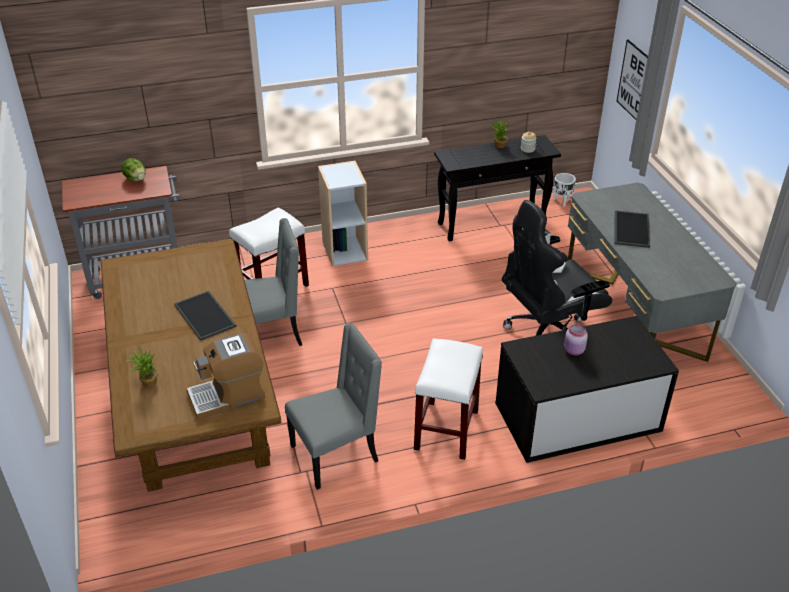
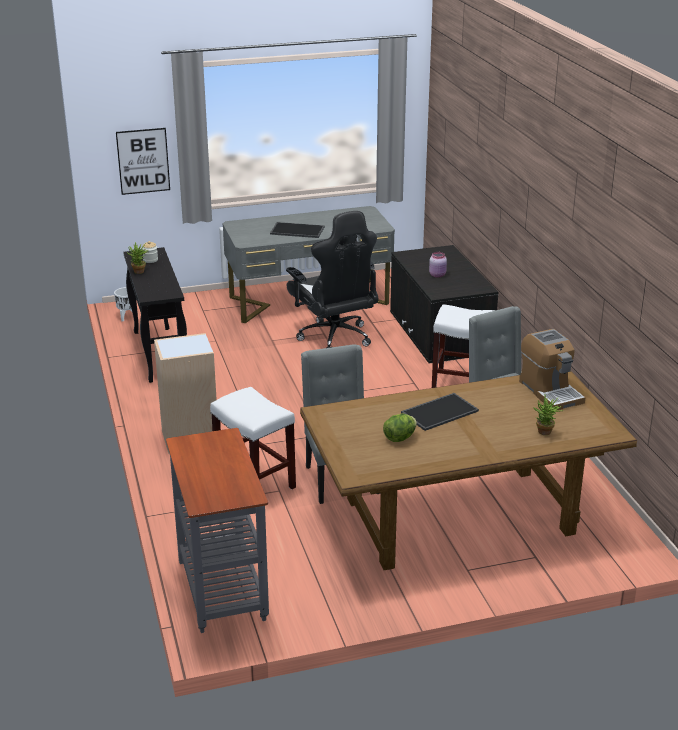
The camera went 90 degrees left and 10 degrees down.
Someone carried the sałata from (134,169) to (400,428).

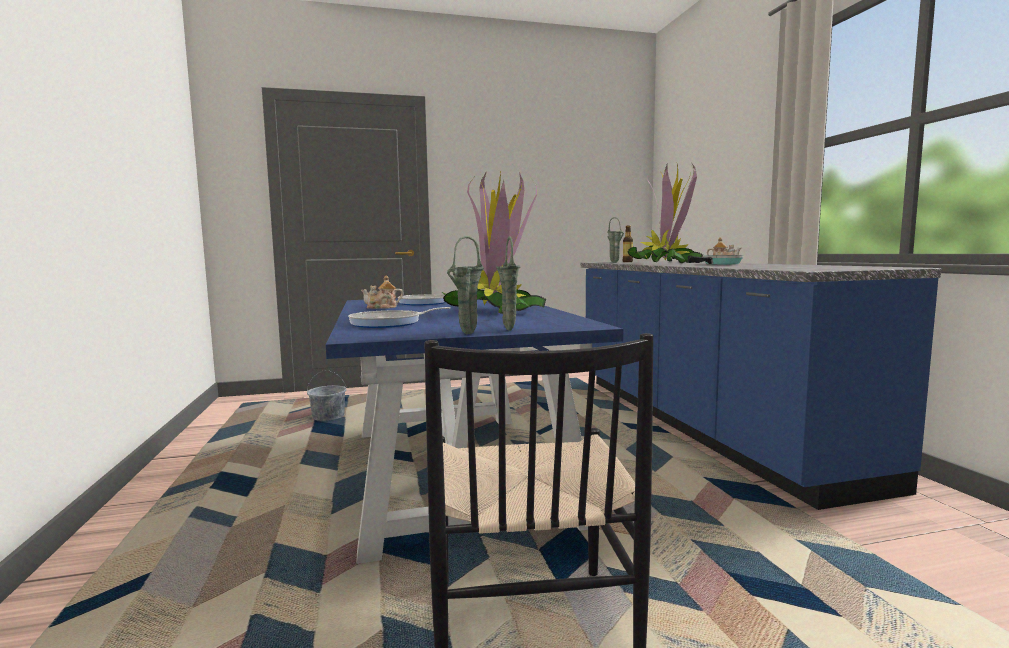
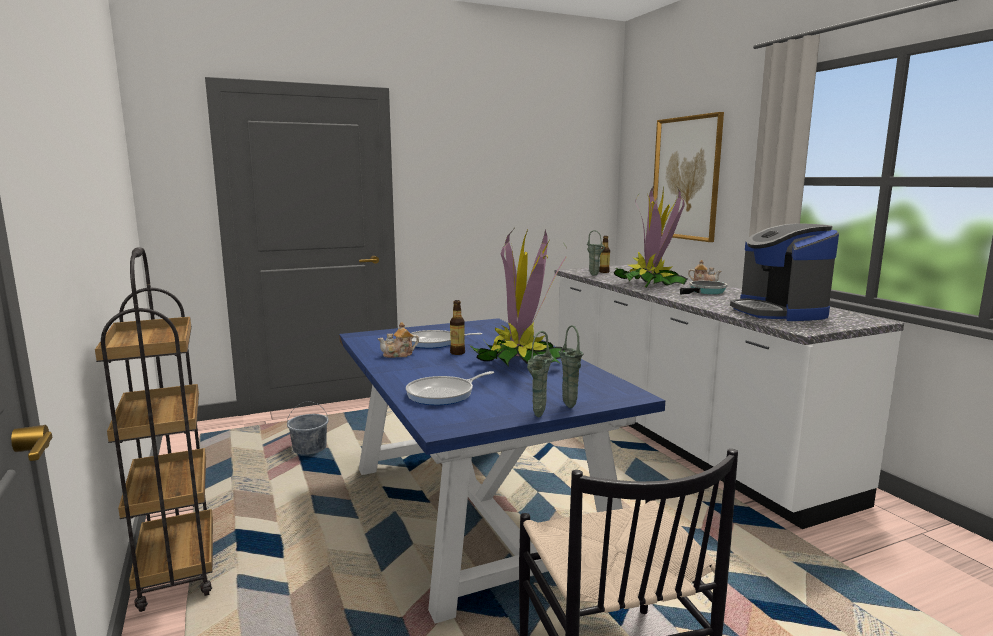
The camera went 10 degrees left and 5 degrees up.
Someone repainted the zabudowa kuchenna (niebieski) at (760,385), which became the zabudowa kuchenna (biały) at (729,397).
Someone put up the obraz at (688,177).
Someone put down the ekspres do kawy at (784,272).
Someone put down the wózek (brązowy) at (154,429).
Someone put down the butelka at (457,327).

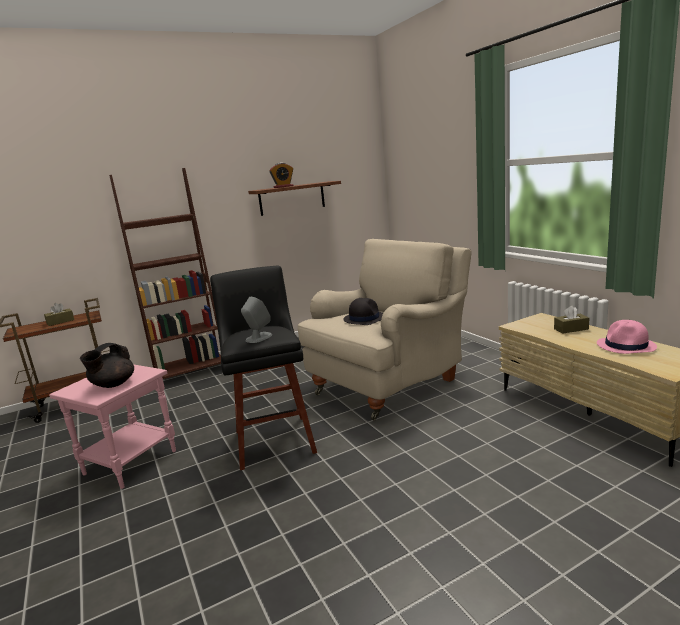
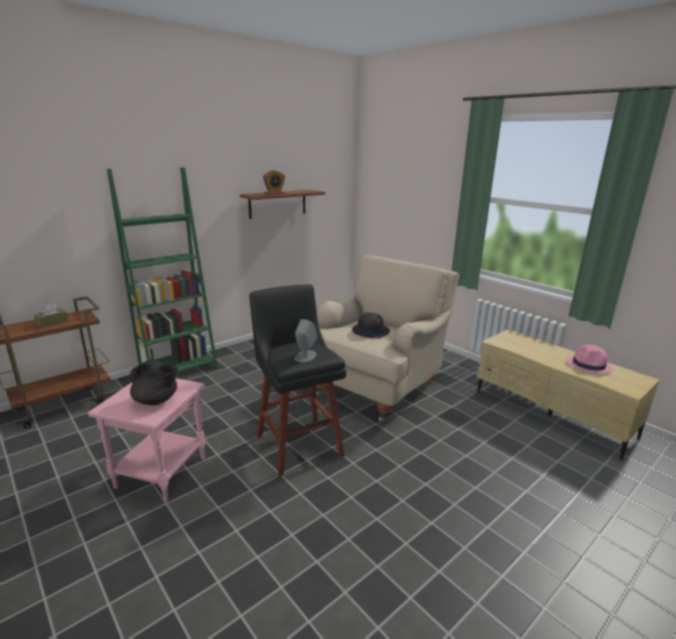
The camera went 15 degrees left and 5 degrees up.
Someone repainted the regał (brązowy) at (165,273), which became the regał (zielony) at (162,270).
Someone took away the pudełko chusteczek (brązowy) at (571,319).
Someone rotated the imbryk (czarny) at (107,365) by 90 degrees counterclockwise.

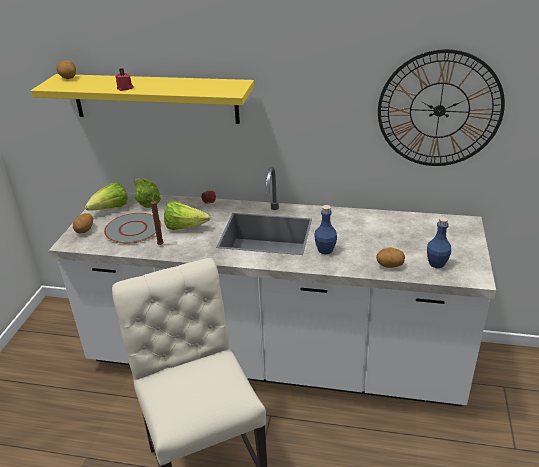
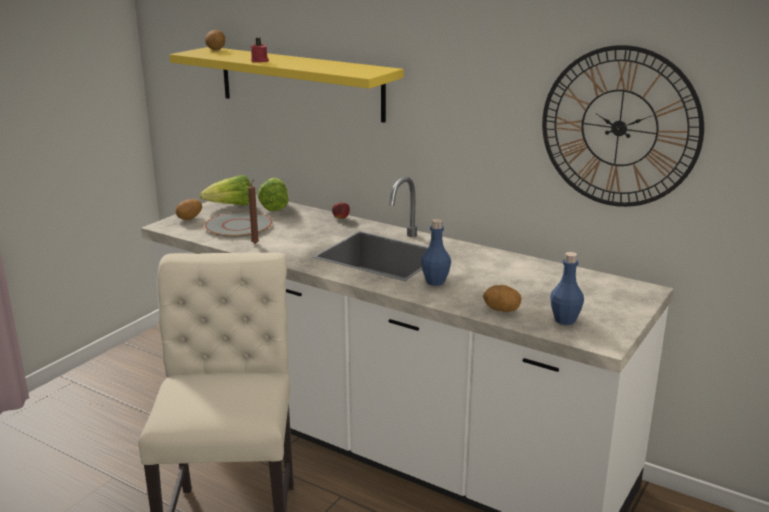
The camera went 20 degrees right and 10 degrees down.
Someone took away the sałata at (187,215).

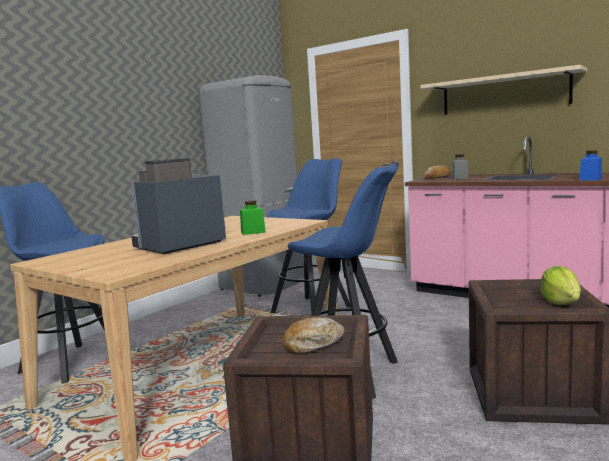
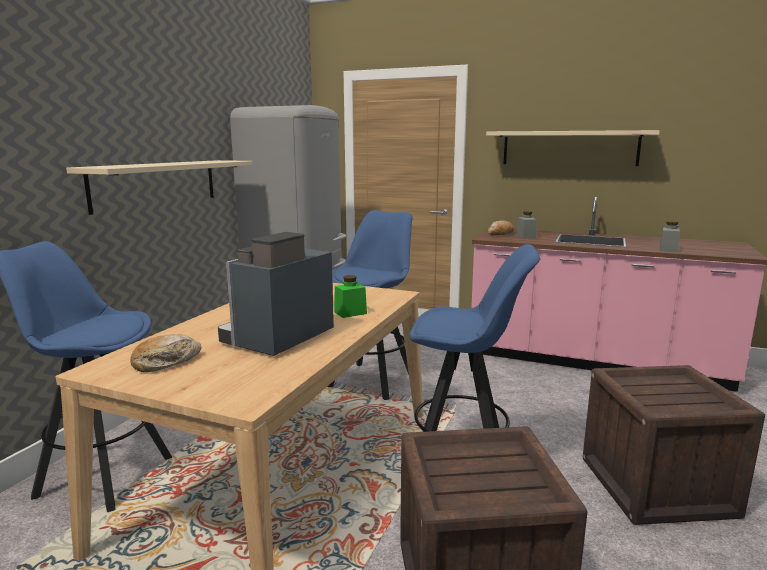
The camera went 15 degrees left and 5 degrees up.
Someone repainted the słoik (niebieski) at (591,165), which became the słoik (szary) at (670,237).
Someone took away the sałata at (560,285).
Someone carried the chleb from (314,335) to (165,353).
Someone put up the półka (beżowy) at (159,187).

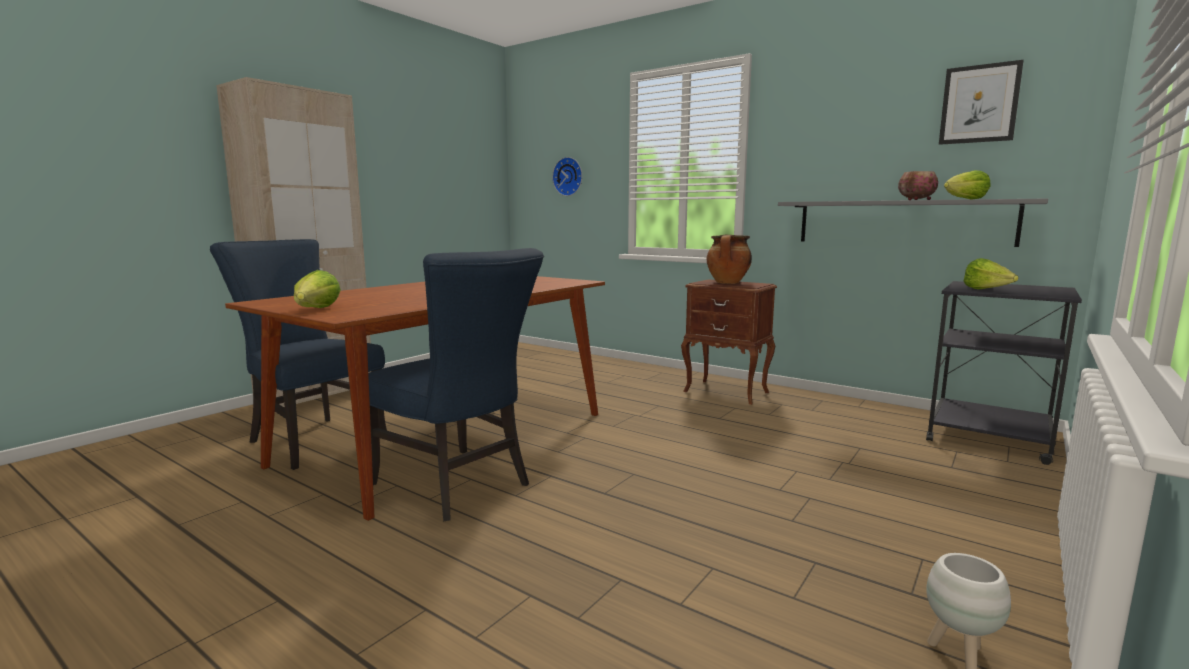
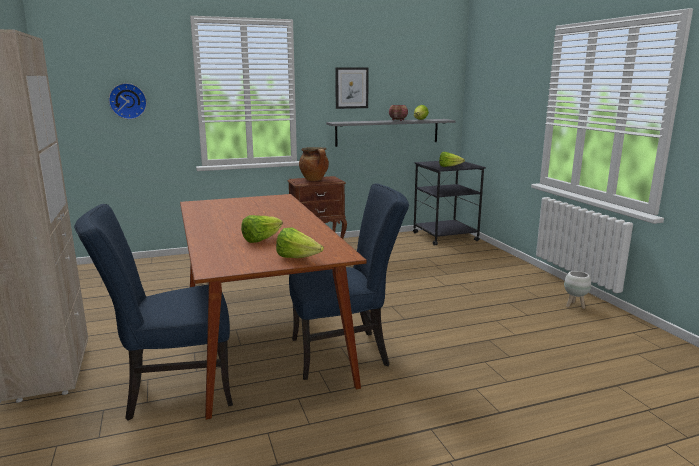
The camera went 55 degrees left and 5 degrees up.
Someone carried the obraz from (981,102) to (352,88).
Someone put down the sałata at (262,229).

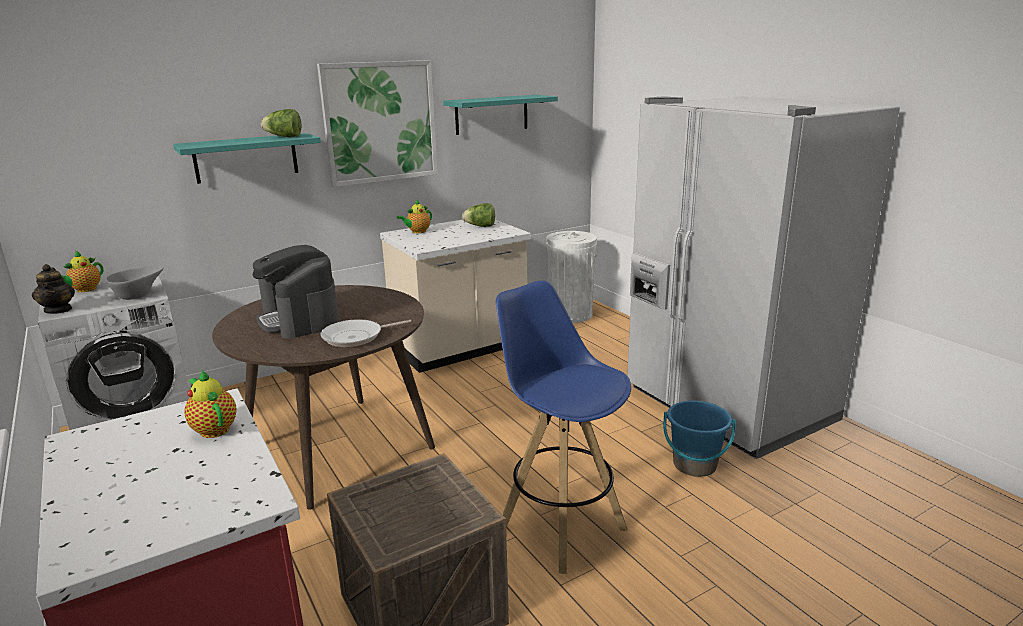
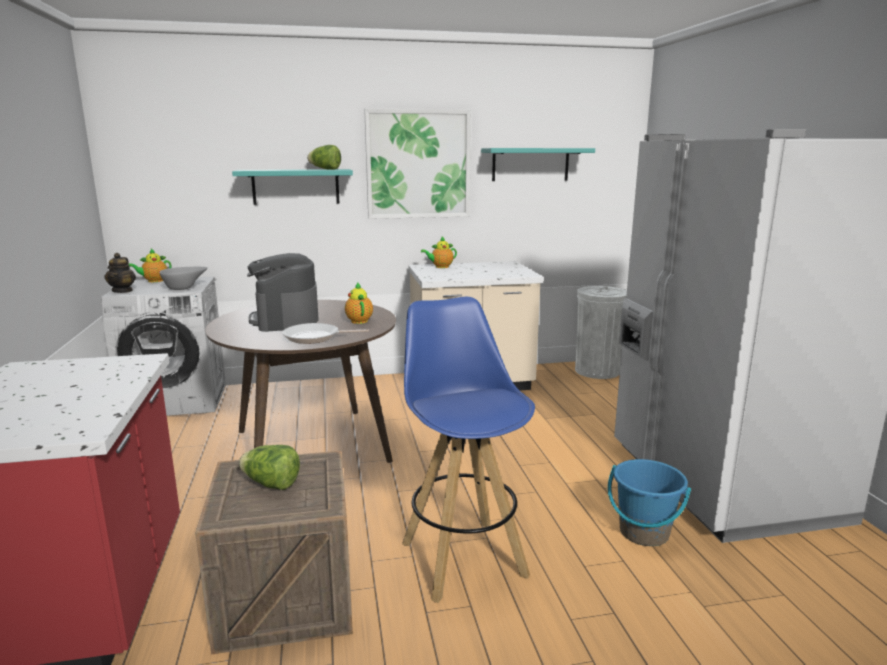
The camera went 20 degrees right and 5 degrees down.
Someone carried the sałata from (478,215) to (269,467).
Someone carried the imbryk from (210,404) to (359,303).

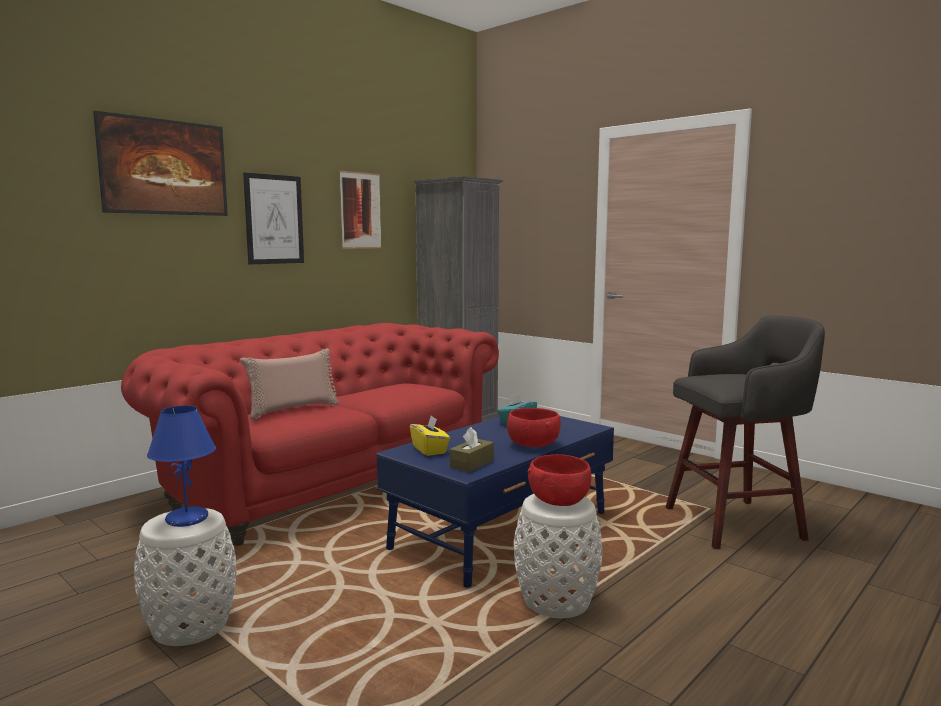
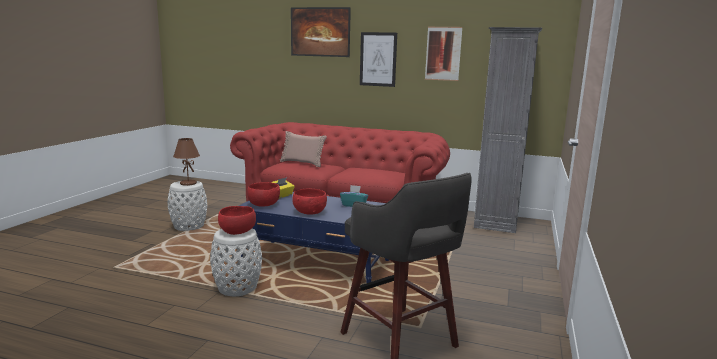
The camera went 65 degrees right and 5 degrees up.
Someone repainted the lampa stołowa (niebieski) at (181,466), which became the lampa stołowa (brązowy) at (186,162).
Someone swapped the pudełko chusteczek (brązowy) at (472,449) for the miska (czerwony) at (263,194).

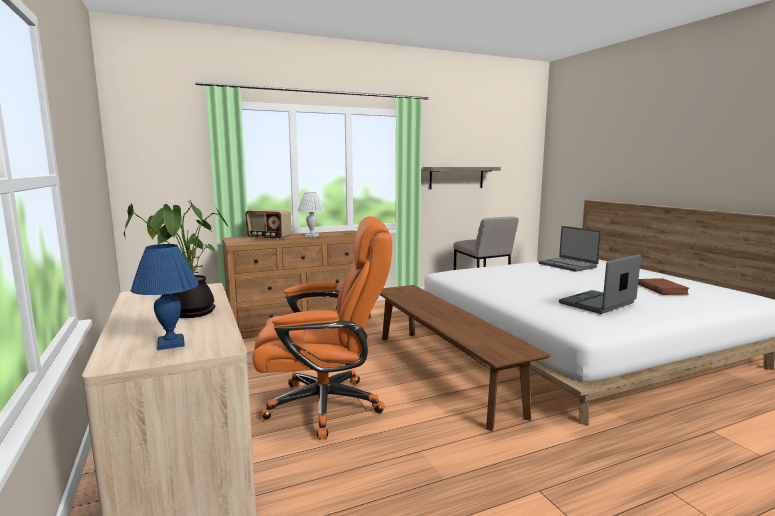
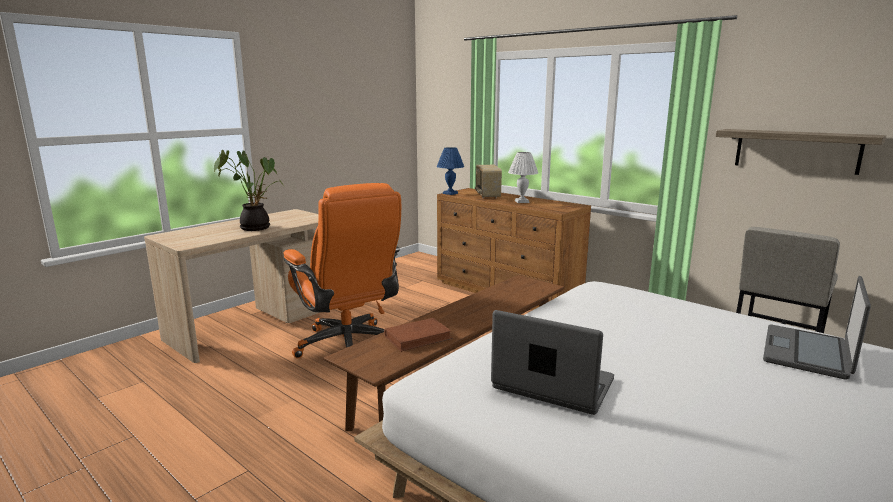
The camera went 65 degrees right and 5 degrees up.
Someone carried the lampa stołowa (niebieski) from (165,297) to (450,171).
Someone carried the książka (brązowy) from (663,286) to (418,335).

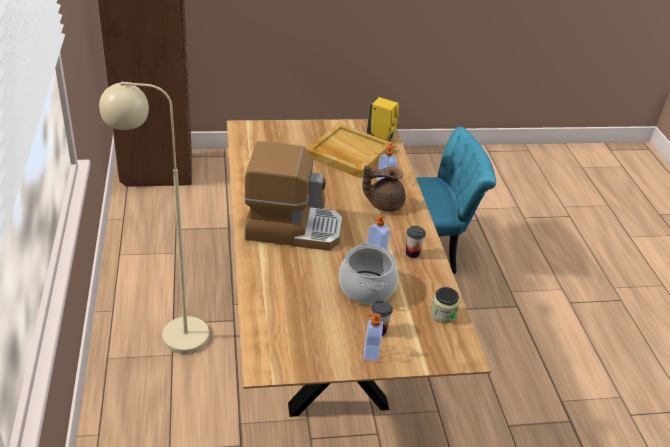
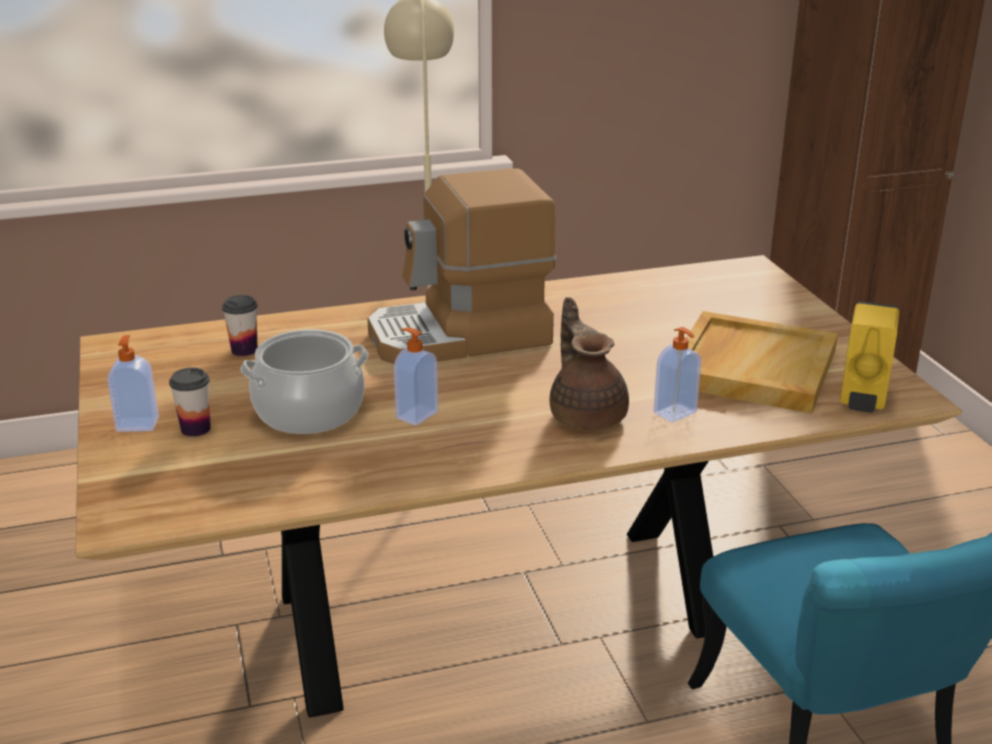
The camera went 85 degrees right and 10 degrees down.
Someone rotated the ekspres do kawy at (293,196) by 75 degrees clockwise.
Someone carried the filiżanka from (416,242) to (239,325).
Someone took away the słoik at (445,305).

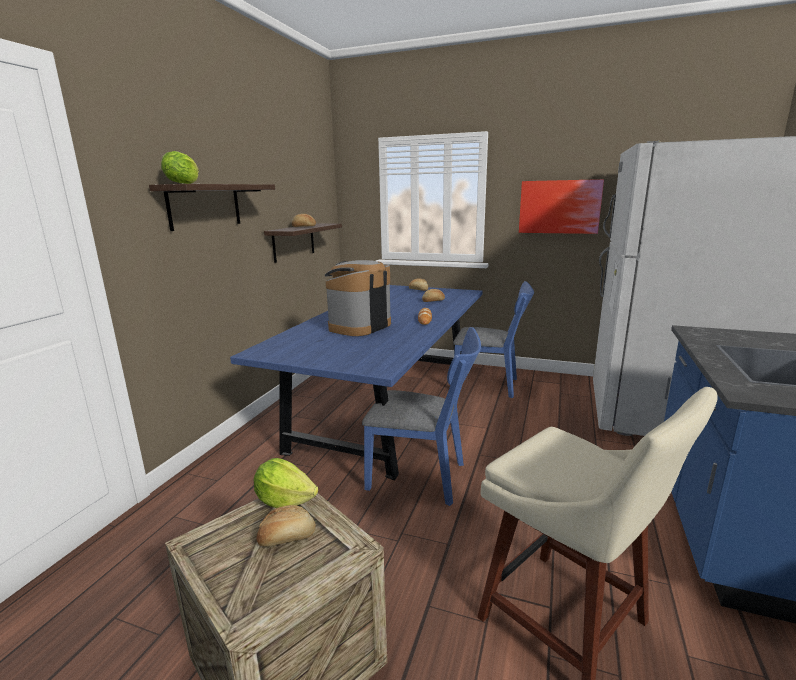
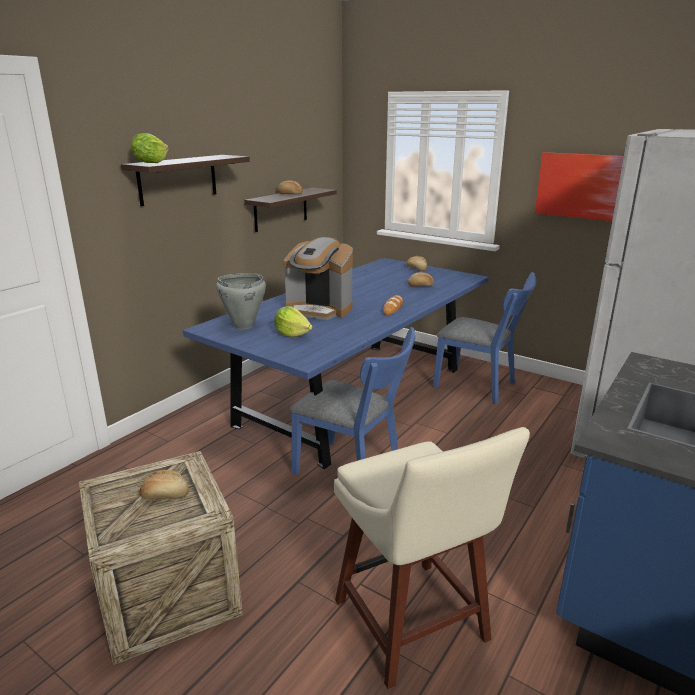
The camera went 15 degrees right and 5 degrees up.
Someone rotated the ekspres do kawy at (358,298) by 120 degrees counterclockwise.
Someone carried the sałata from (286,483) to (293,321).
Someone put down the garnek (szary) at (241,301).

